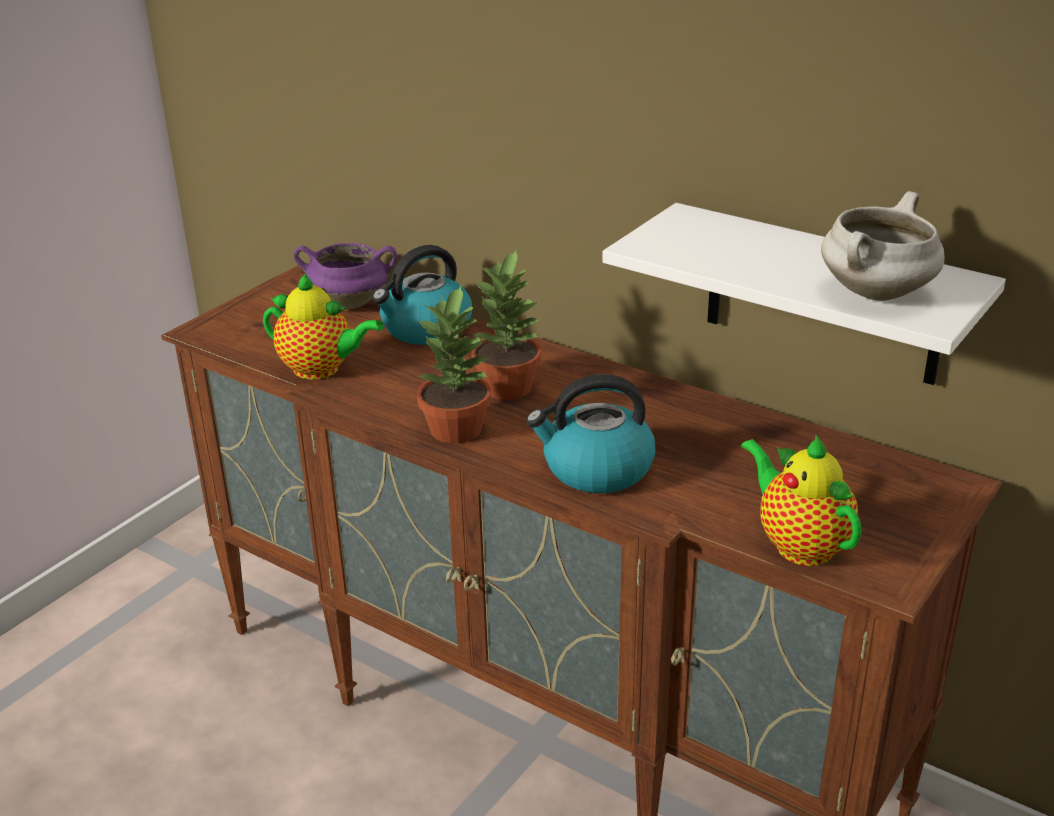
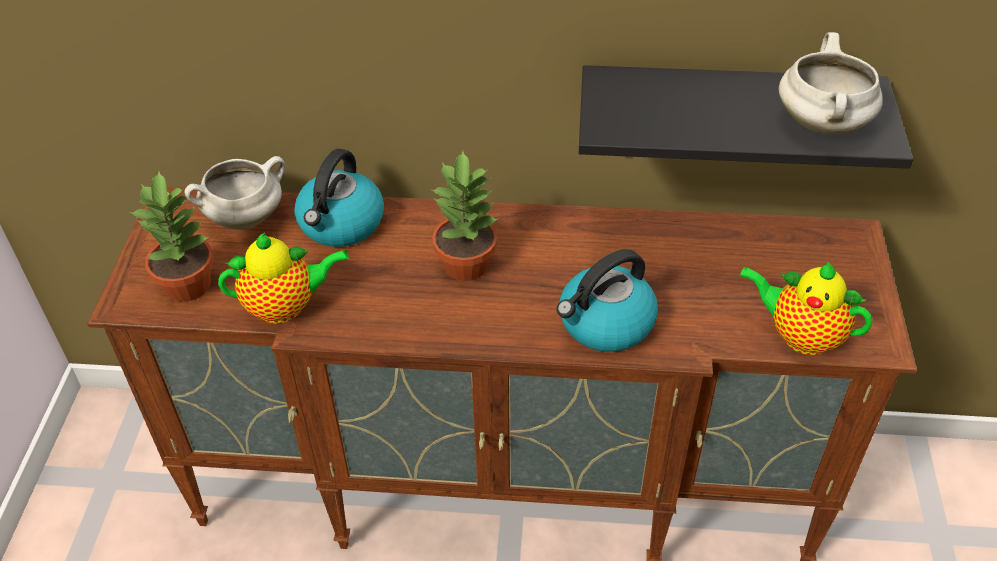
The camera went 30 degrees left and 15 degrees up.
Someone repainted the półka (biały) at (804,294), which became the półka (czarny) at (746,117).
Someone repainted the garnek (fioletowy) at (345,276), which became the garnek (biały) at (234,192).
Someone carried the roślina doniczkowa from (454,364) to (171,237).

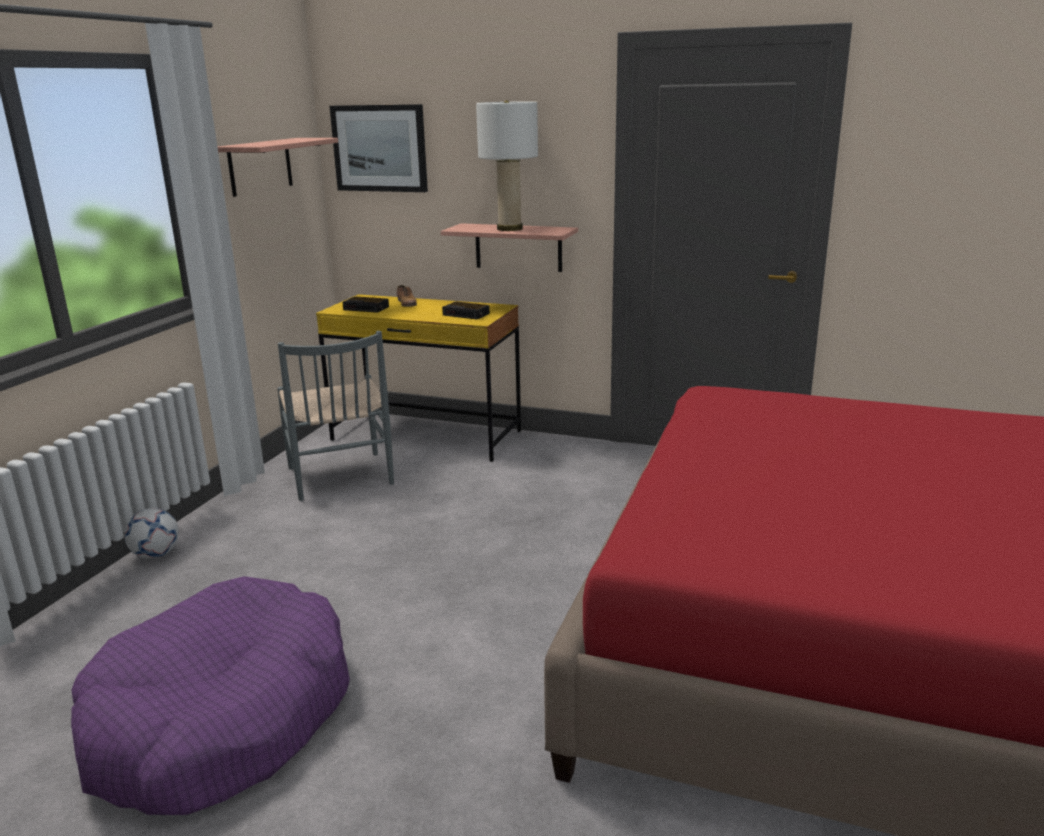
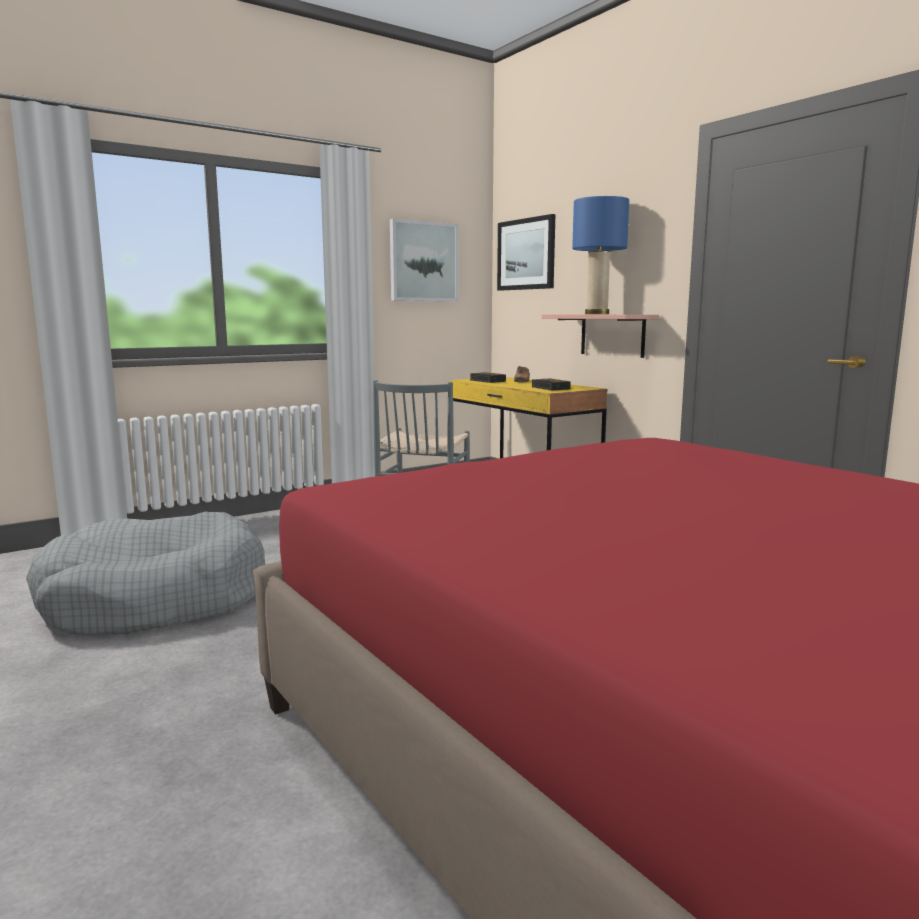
The camera went 35 degrees right and 10 degrees down.
Someone repainted the lampa stołowa (biały) at (507,165), which became the lampa stołowa (niebieski) at (600,255).
Someone swapped the półka at (278,167) for the obraz at (424,260).
Someone took away the piłka futbolowa at (151,533).
Someone repainted the legowisko (fioletowy) at (210,695), which became the legowisko (szary) at (145,573).

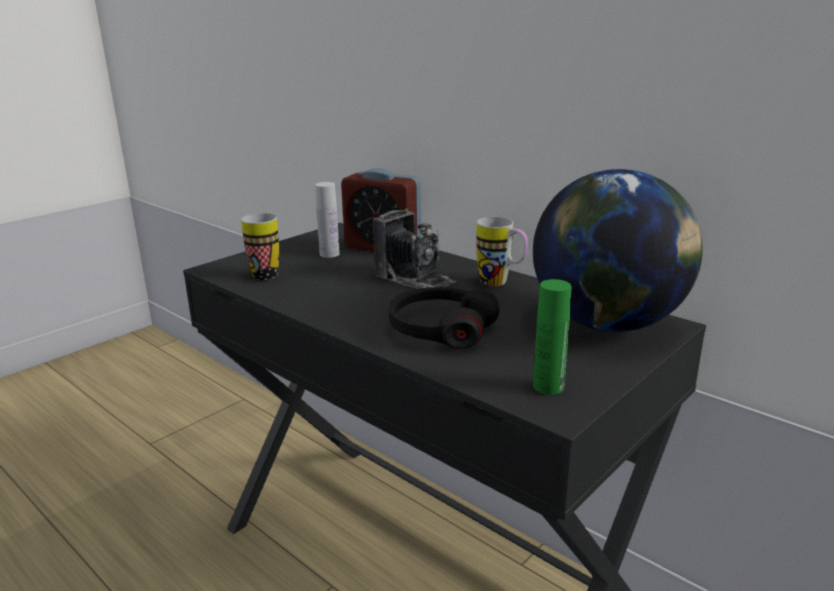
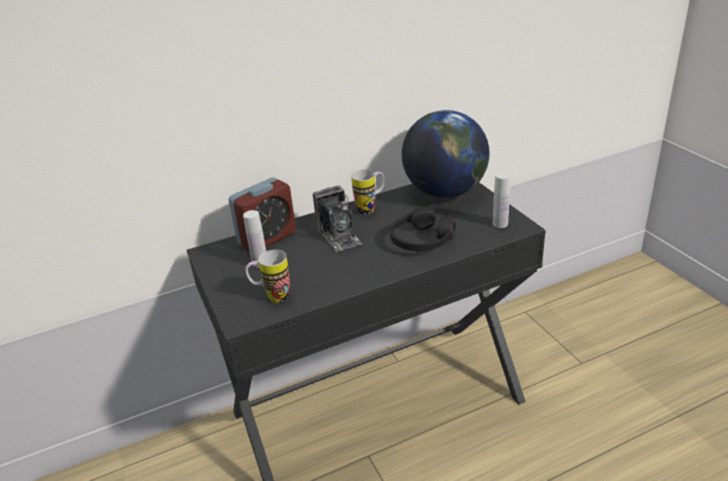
The camera went 65 degrees left and 10 degrees up.
Someone rotated the aparat fotograficzny at (415,248) by 90 degrees clockwise.
Someone repainted the butelka (zielony) at (552,337), which became the butelka (biały) at (502,200).

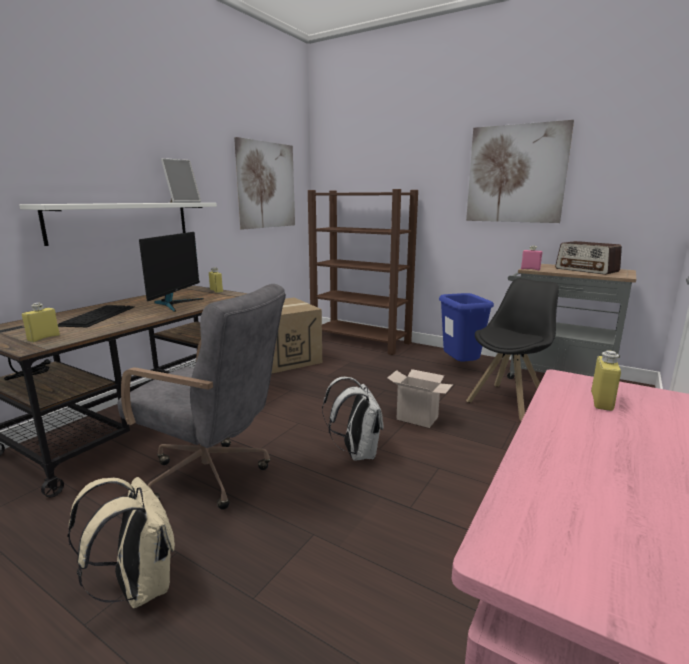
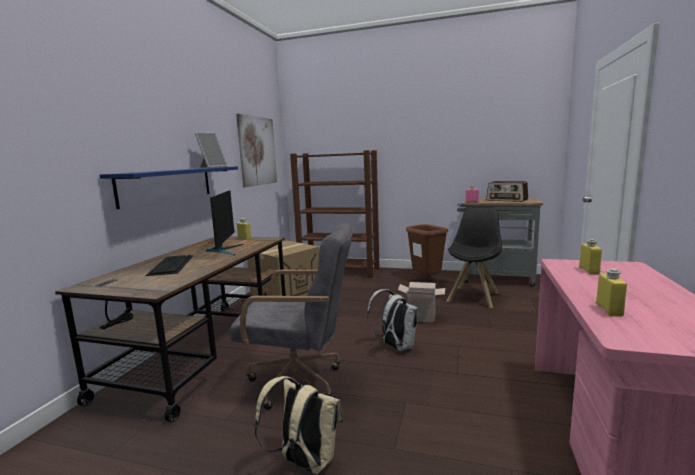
The camera went 15 degrees left and 5 degrees down.
Someone took away the obraz at (520,171).
Someone repainted the półka (biały) at (118,224), which became the półka (niebieski) at (168,187).
Someone repainted the kosz na śmieci (niebieski) at (466,327), which became the kosz na śmieci (brązowy) at (427,249).
Someone carried the butelka (żółty) from (41,322) to (611,292).

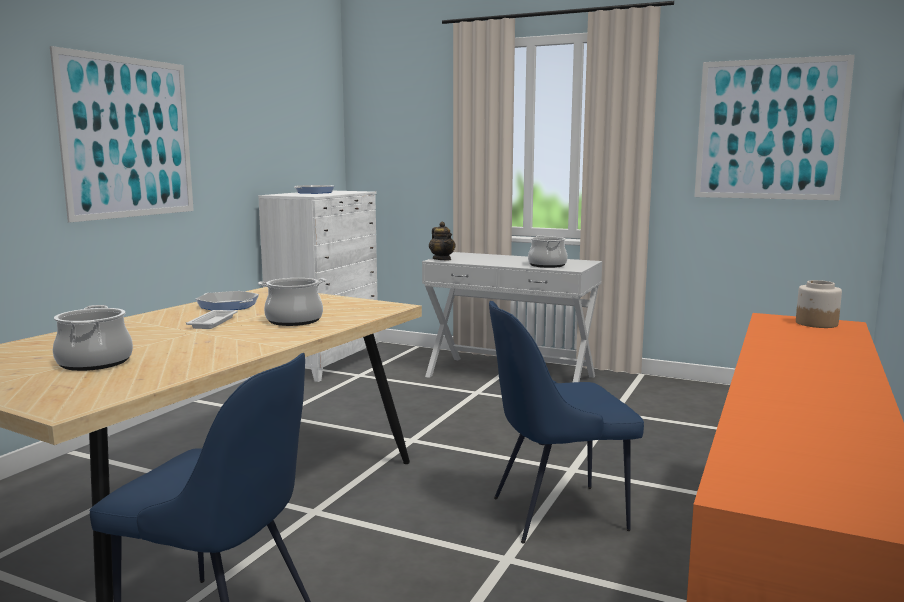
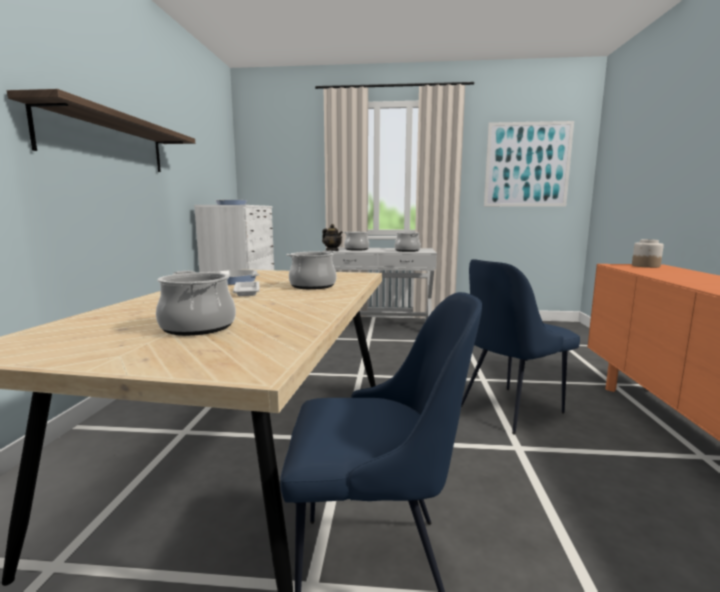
The camera went 20 degrees left and 0 degrees up.
Someone swapped the obraz at (122,134) for the półka at (101,130).
Someone put down the garnek at (356,241).

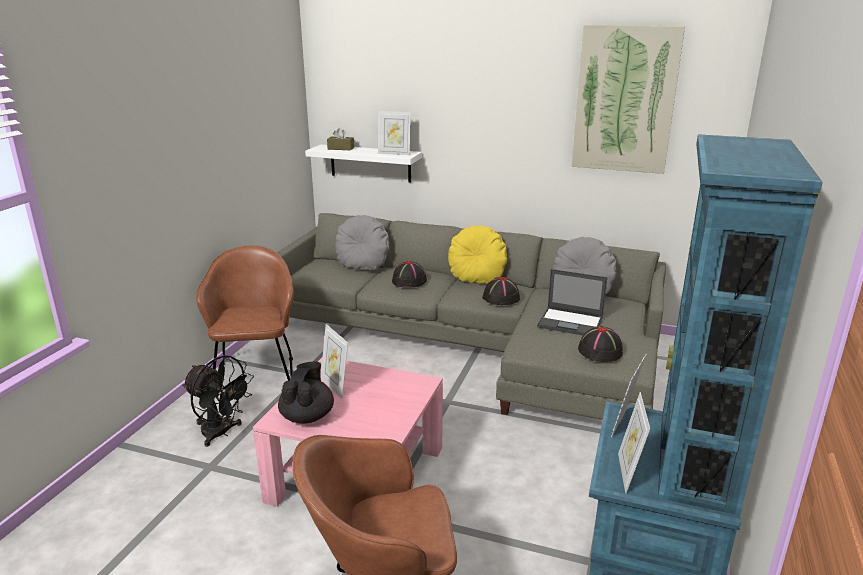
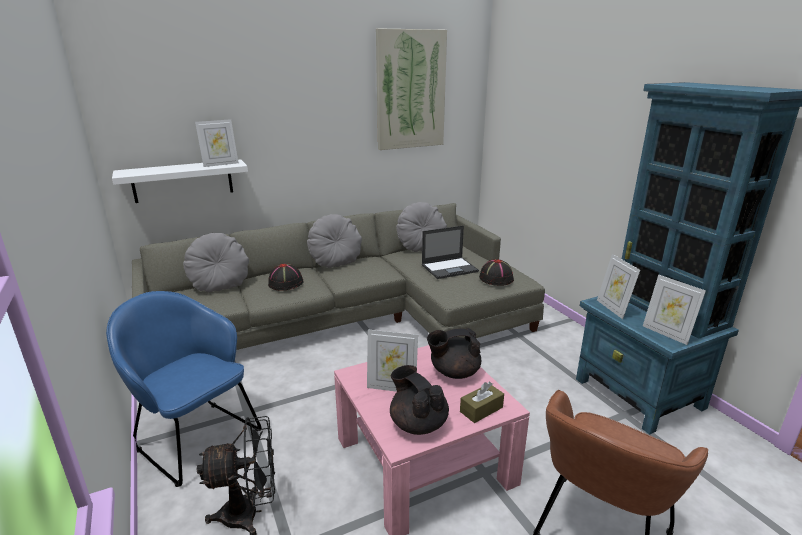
The camera went 45 degrees left and 0 degrees up.
Someone carried the pudełko chusteczek (brązowy) from (340,139) to (482,402).
Someone repainted the poduszka (żółty) at (477,254), which became the poduszka (szary) at (334,241).
Someone repainted the fotel (brązowy) at (245,313), which became the fotel (niebieski) at (184,389).
Someone took away the kapelusz (czarny) at (501,291).
Someone put down the imbryk (czarny) at (454,353).

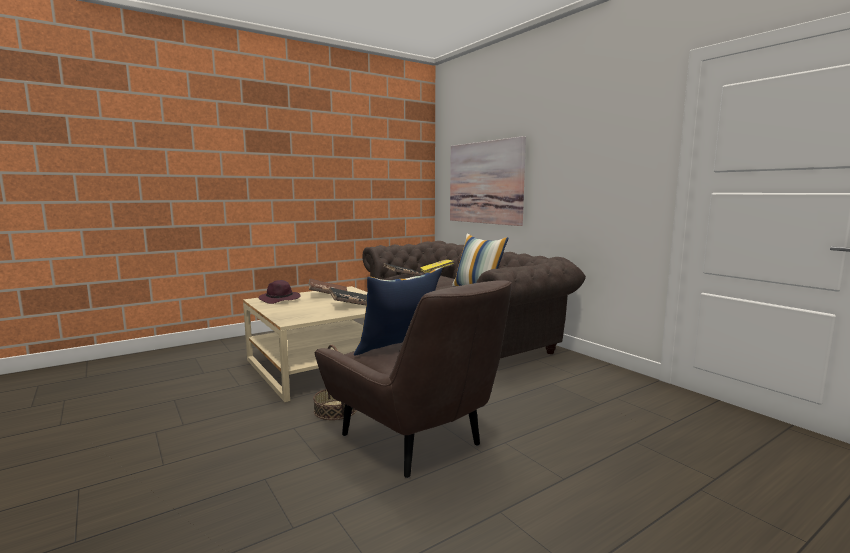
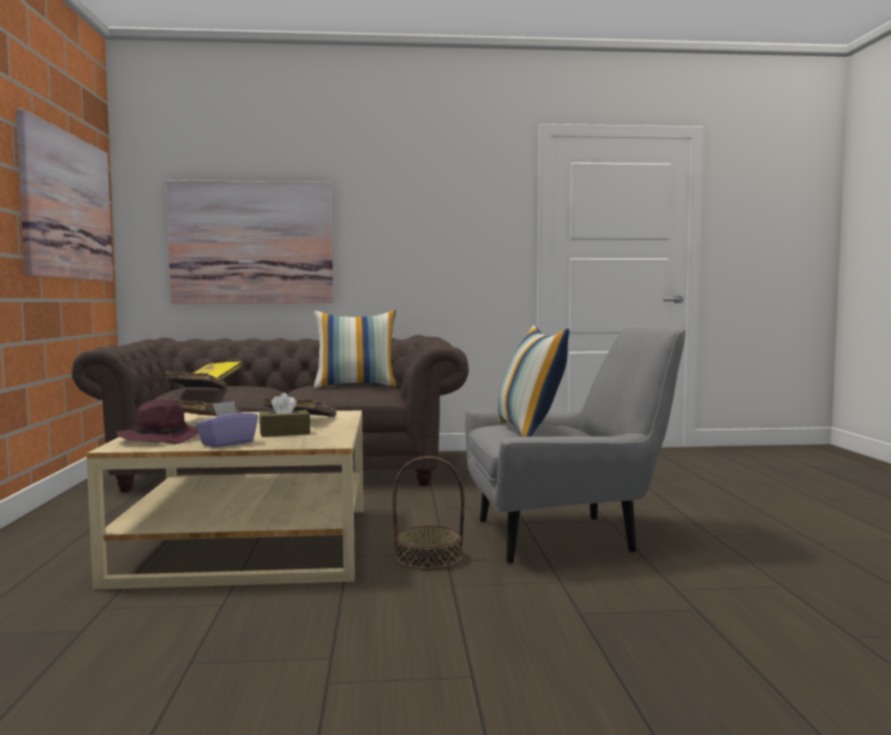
The camera went 60 degrees left and 5 degrees down.
Someone repainted the fotel (brązowy) at (413,379), which became the fotel (szary) at (575,444).
Someone put up the obraz at (64,195).
Someone put down the pudełko chusteczek (brązowy) at (284,415).
Someone put down the pudełko chusteczek (fioletowy) at (226,424).

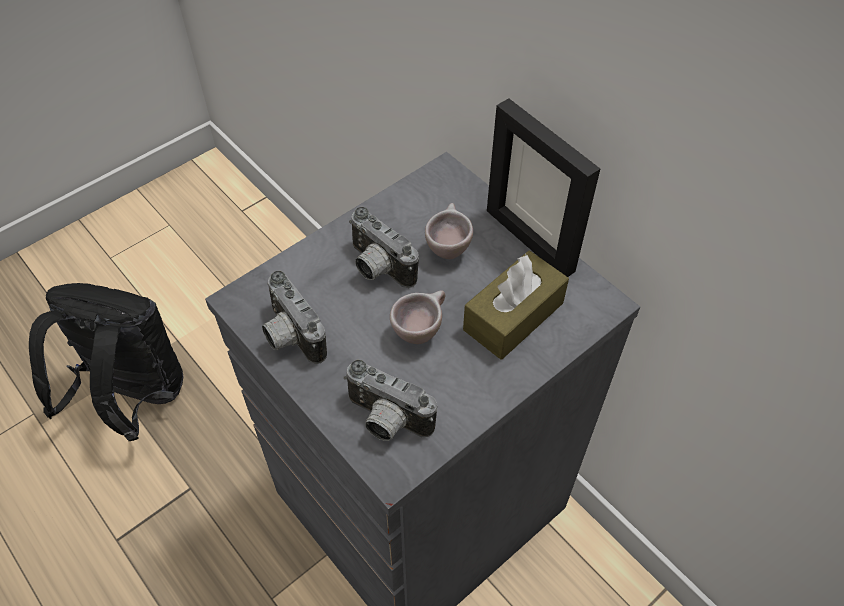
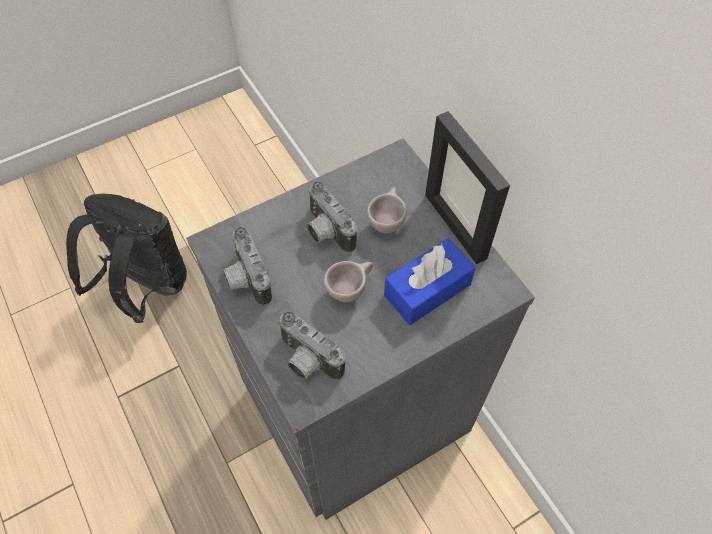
The camera went 10 degrees right and 5 degrees up.
Someone repainted the pudełko chusteczek (brązowy) at (516,305), which became the pudełko chusteczek (niebieski) at (430,281).

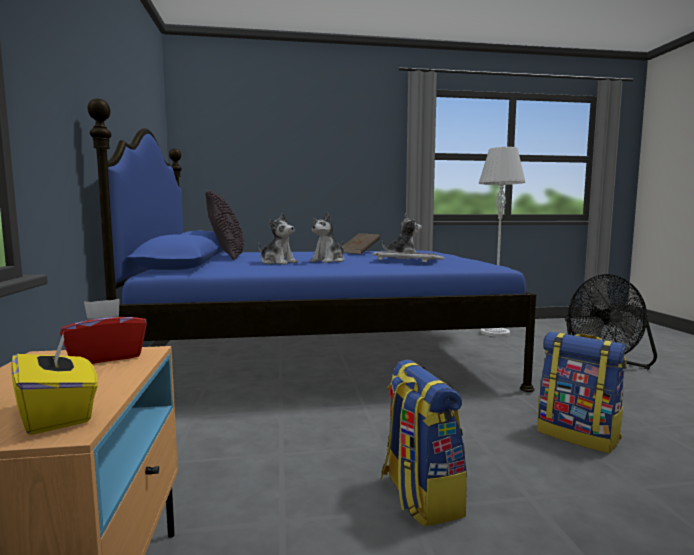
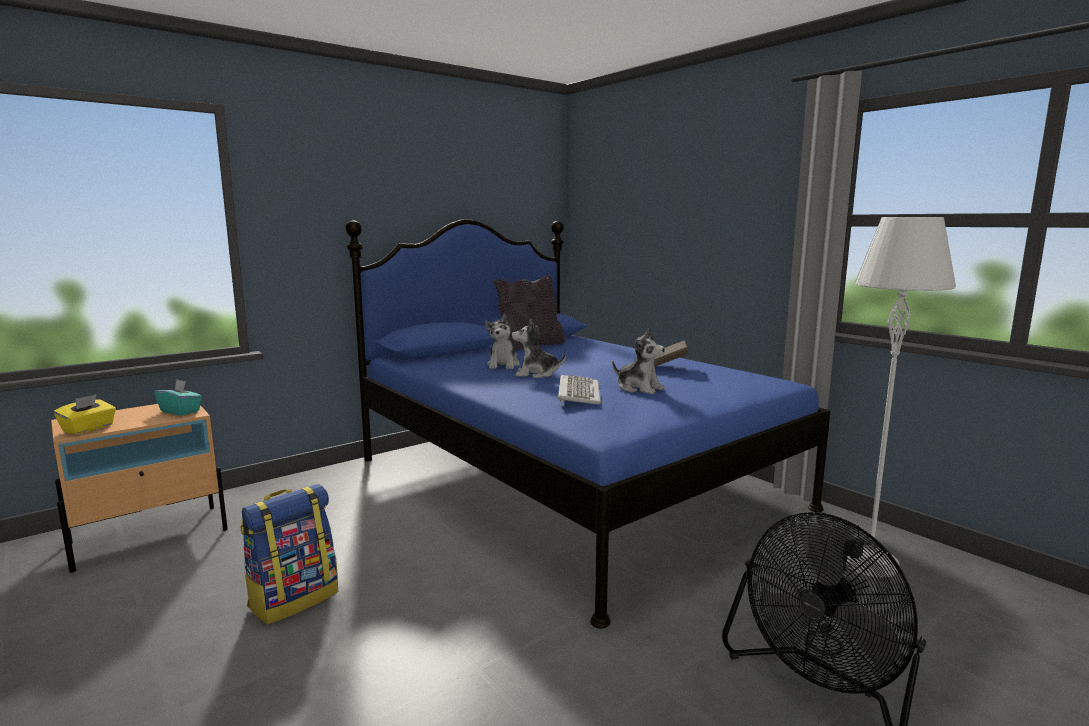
The camera went 60 degrees right and 5 degrees up.
Someone repainted the pudełko chusteczek (czerwony) at (103,331), which became the pudełko chusteczek (turkusowy) at (178,398).
Someone took away the plecak at (582,392).

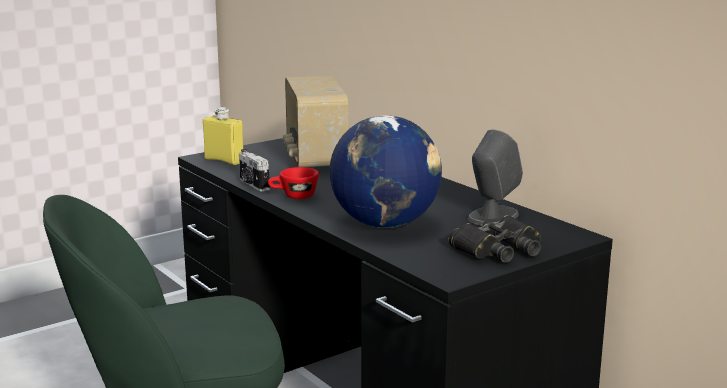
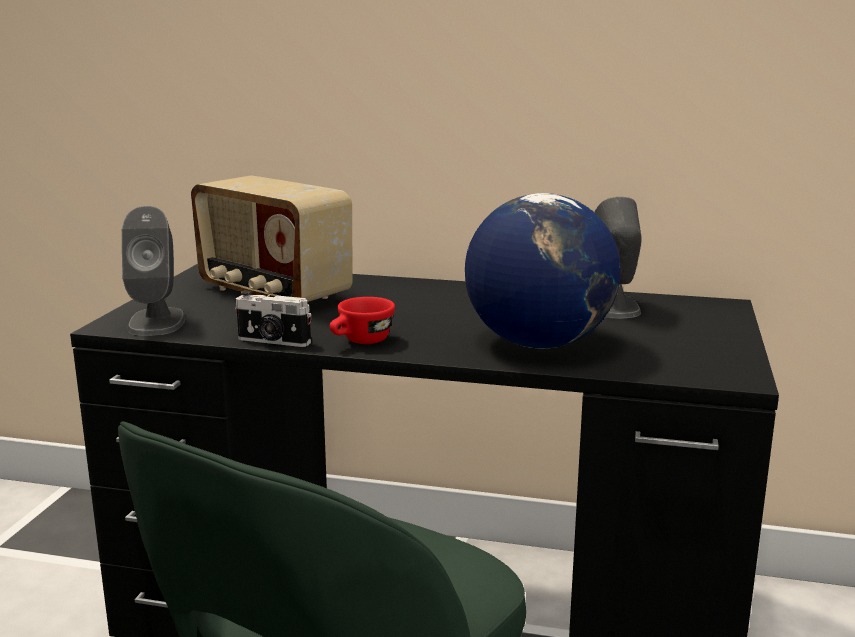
The camera went 40 degrees left and 0 degrees up.
Someone swapped the butelka (żółty) at (223,136) for the głośnik (szary) at (154,271).
Someone took away the lornetka (czarny) at (494,239).

